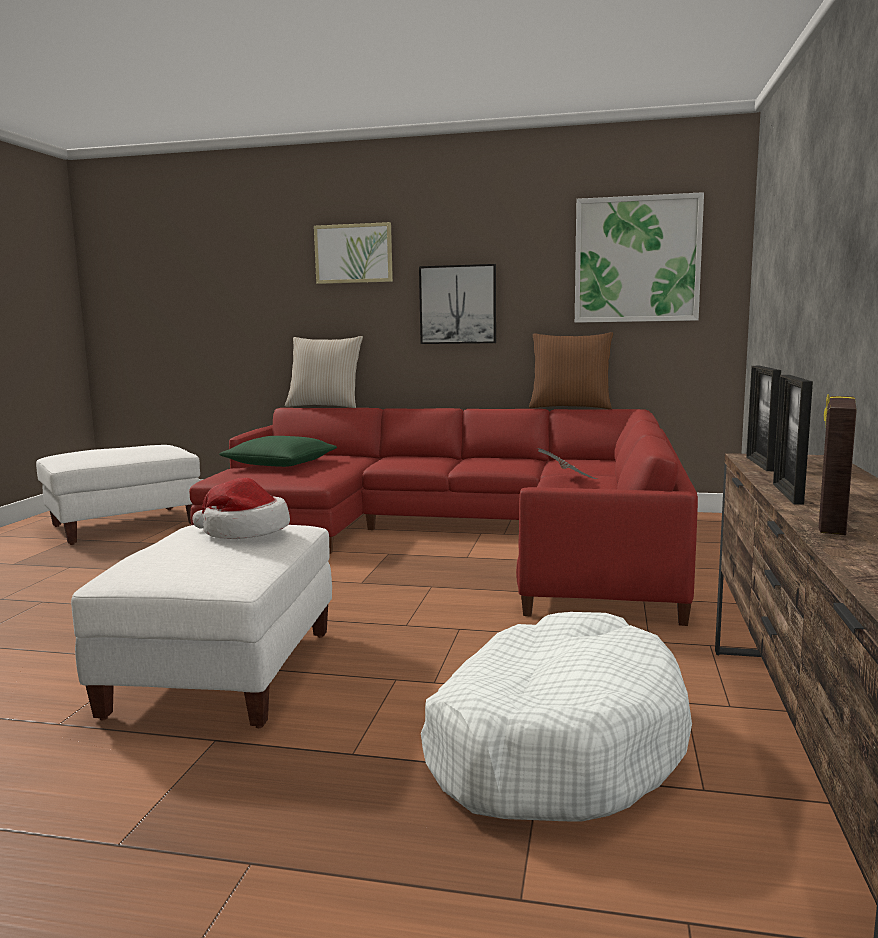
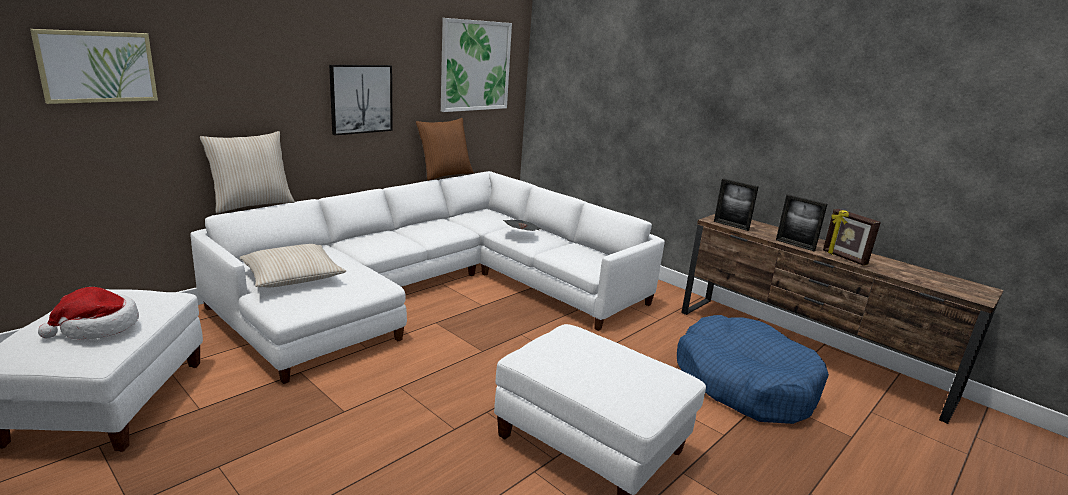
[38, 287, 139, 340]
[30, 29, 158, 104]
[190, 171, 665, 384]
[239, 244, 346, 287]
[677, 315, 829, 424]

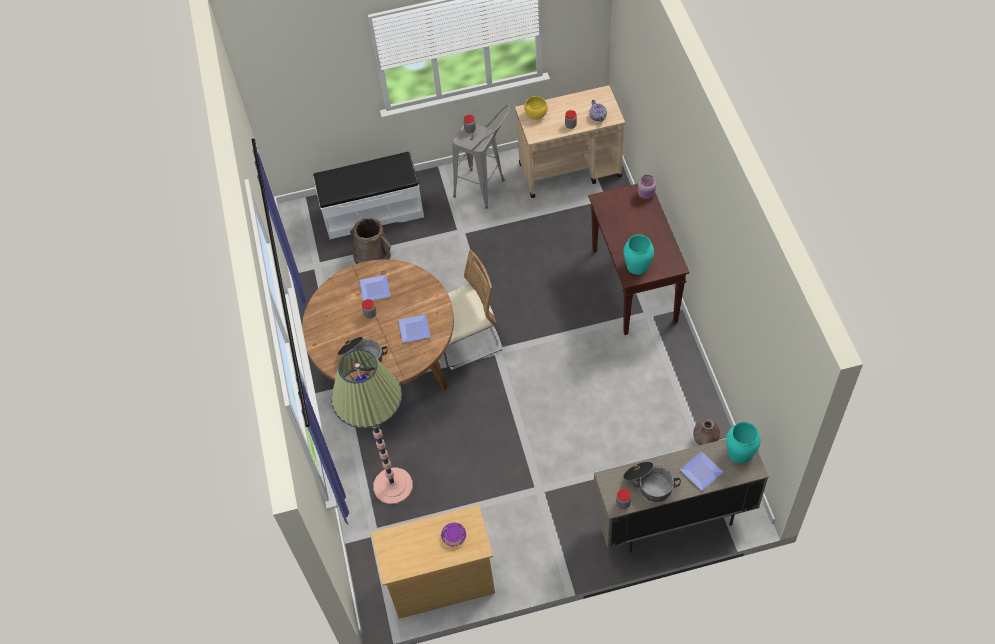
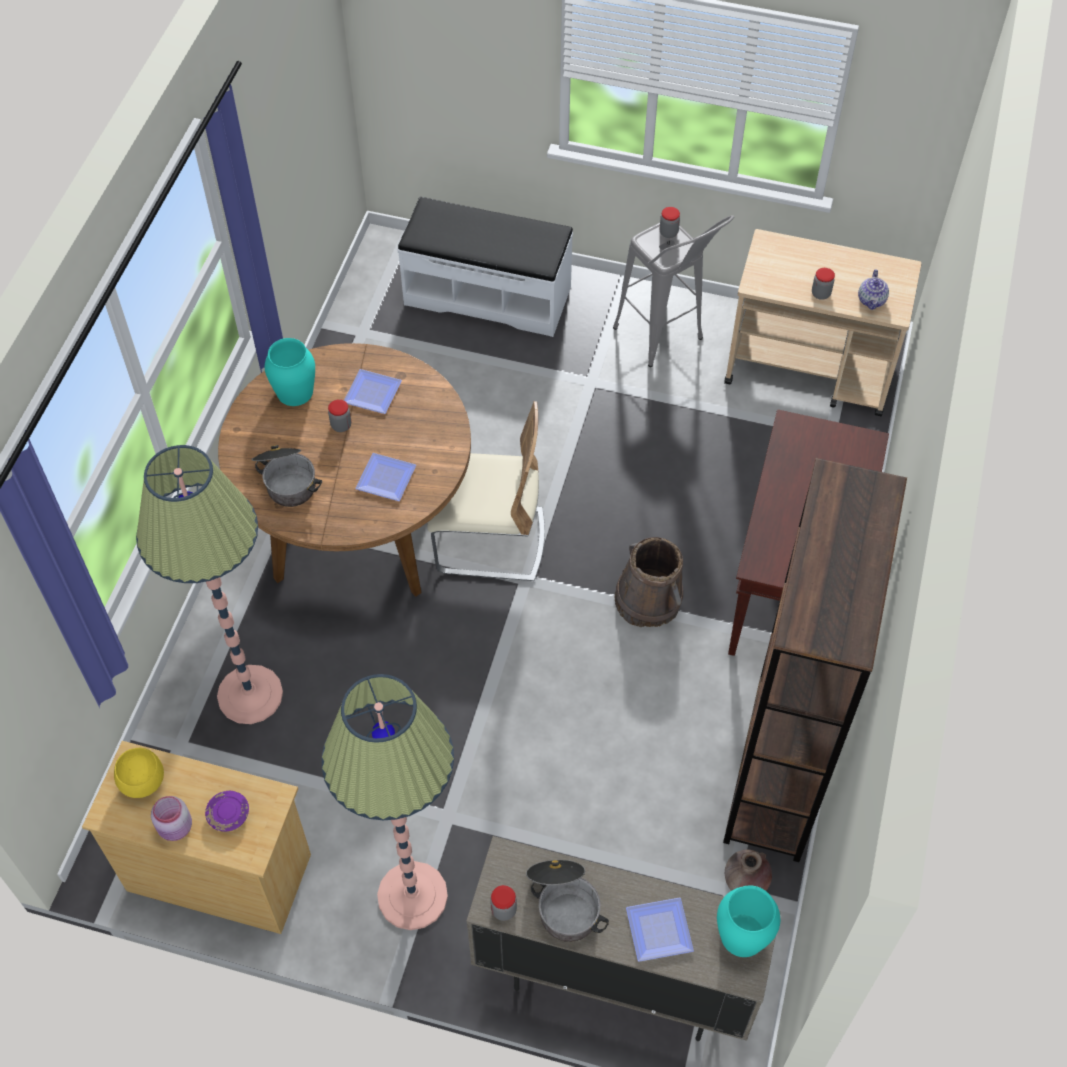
[322, 674, 454, 930]
[723, 458, 907, 862]
[615, 537, 683, 627]
[114, 748, 164, 798]
[265, 338, 315, 406]
[151, 796, 192, 841]

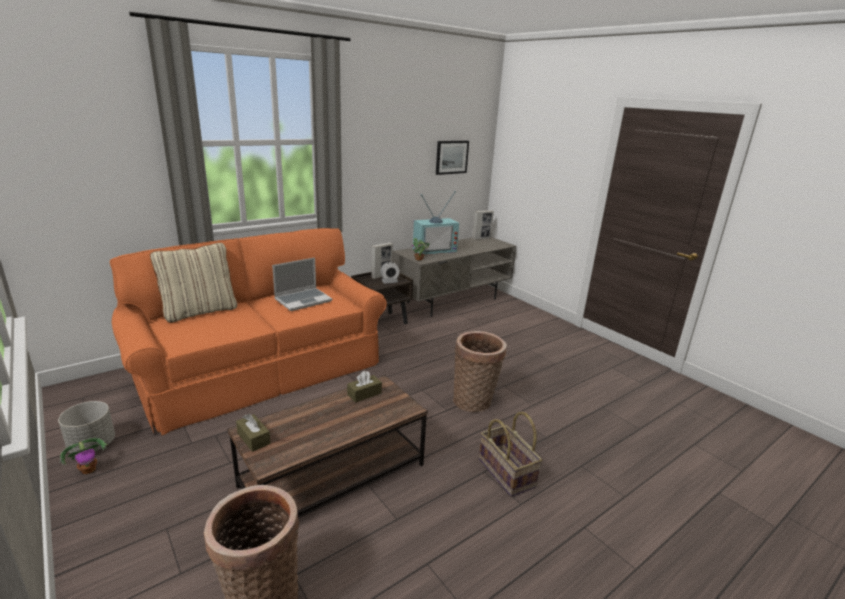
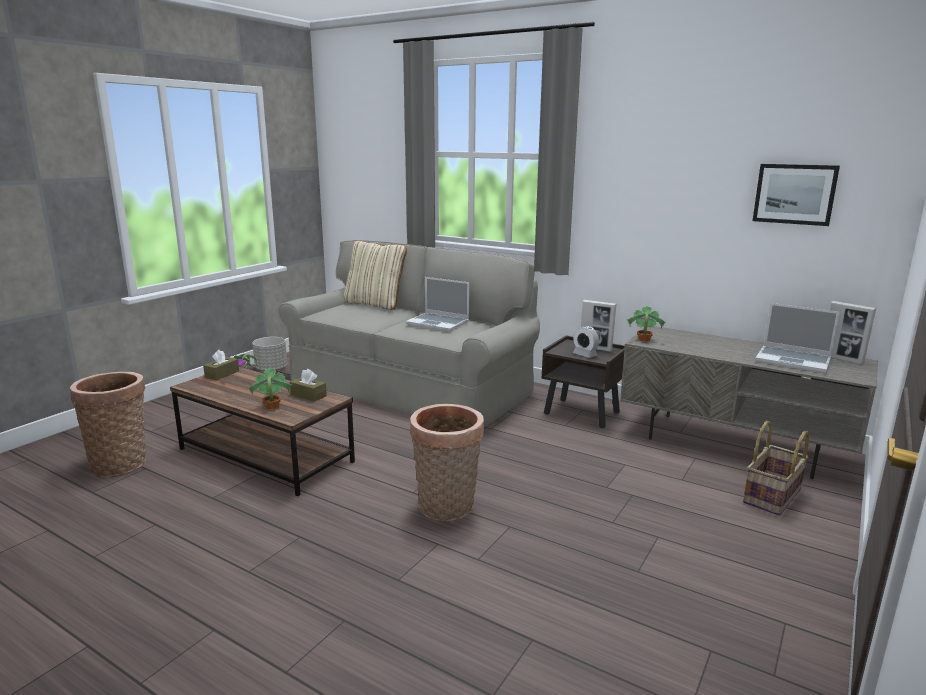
[413, 191, 459, 255] (first image)
[248, 368, 292, 410]
[755, 303, 840, 373]
[743, 421, 809, 516]
[279, 240, 540, 427]

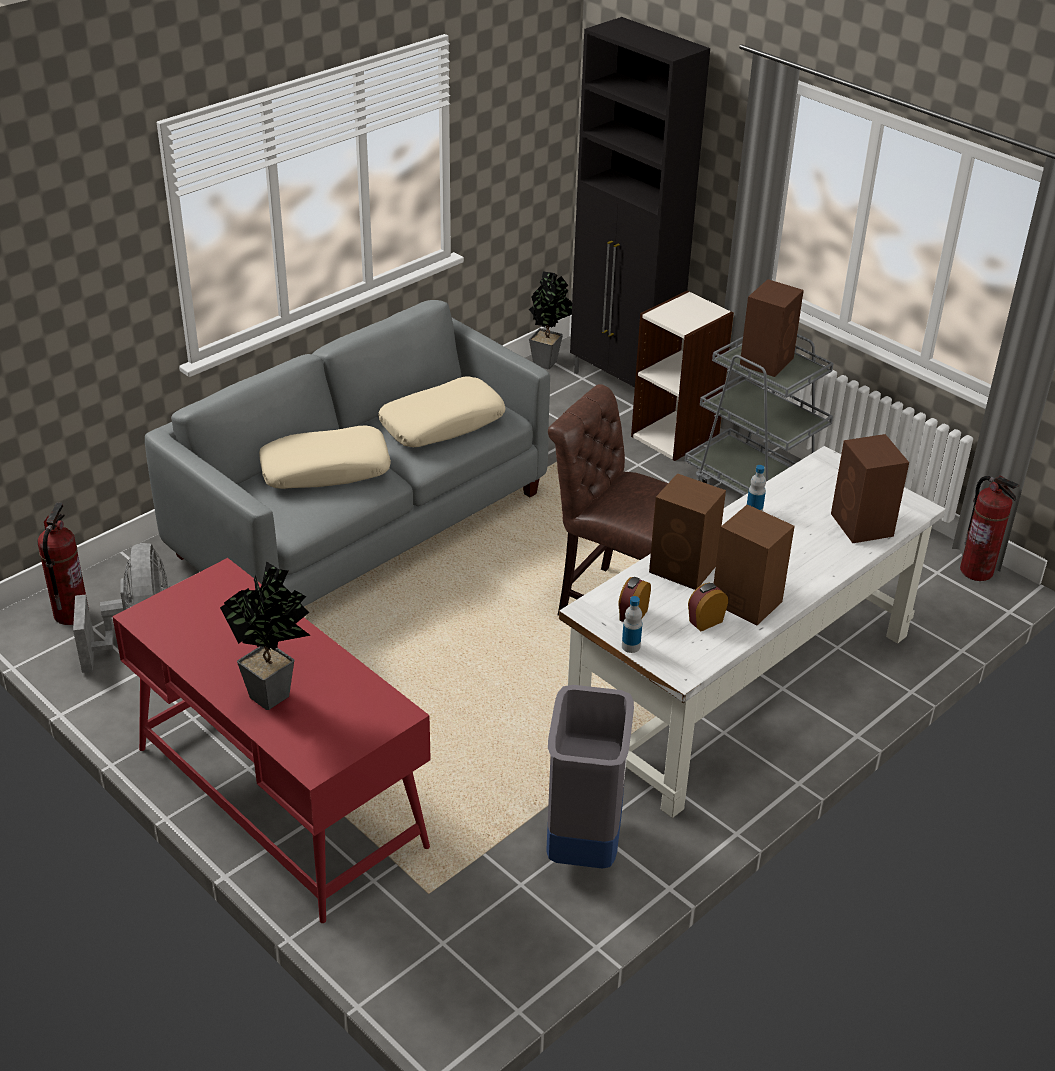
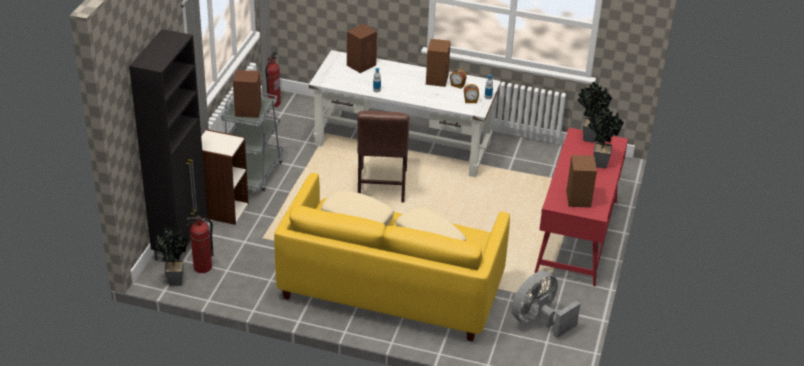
[547, 685, 634, 869] (first image)
[577, 82, 612, 143]
[186, 216, 214, 273]
[566, 155, 597, 208]
[274, 173, 510, 342]

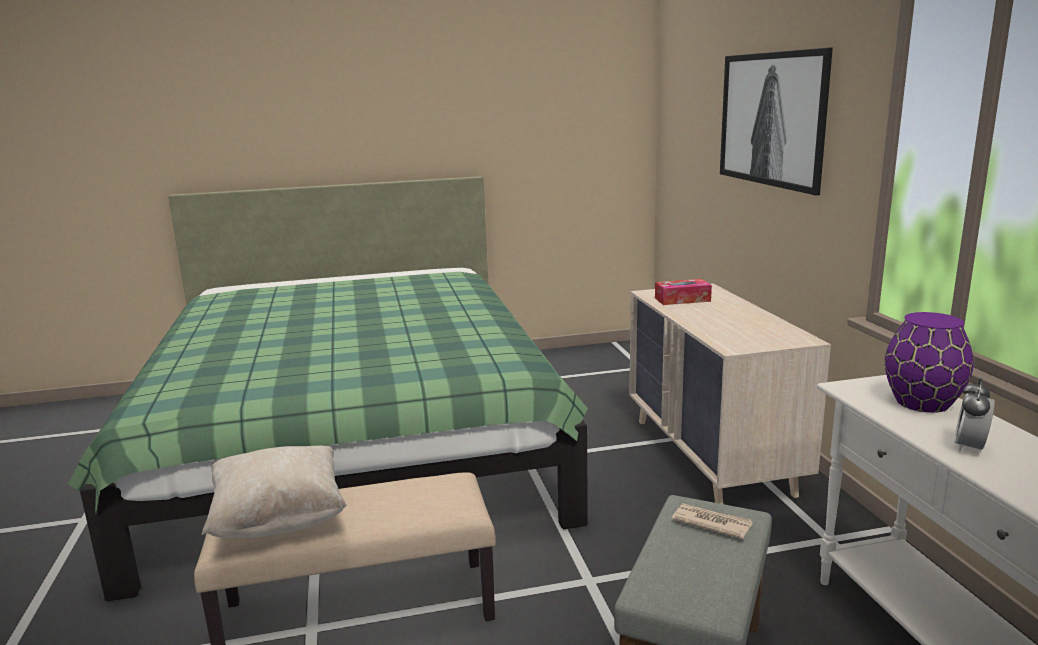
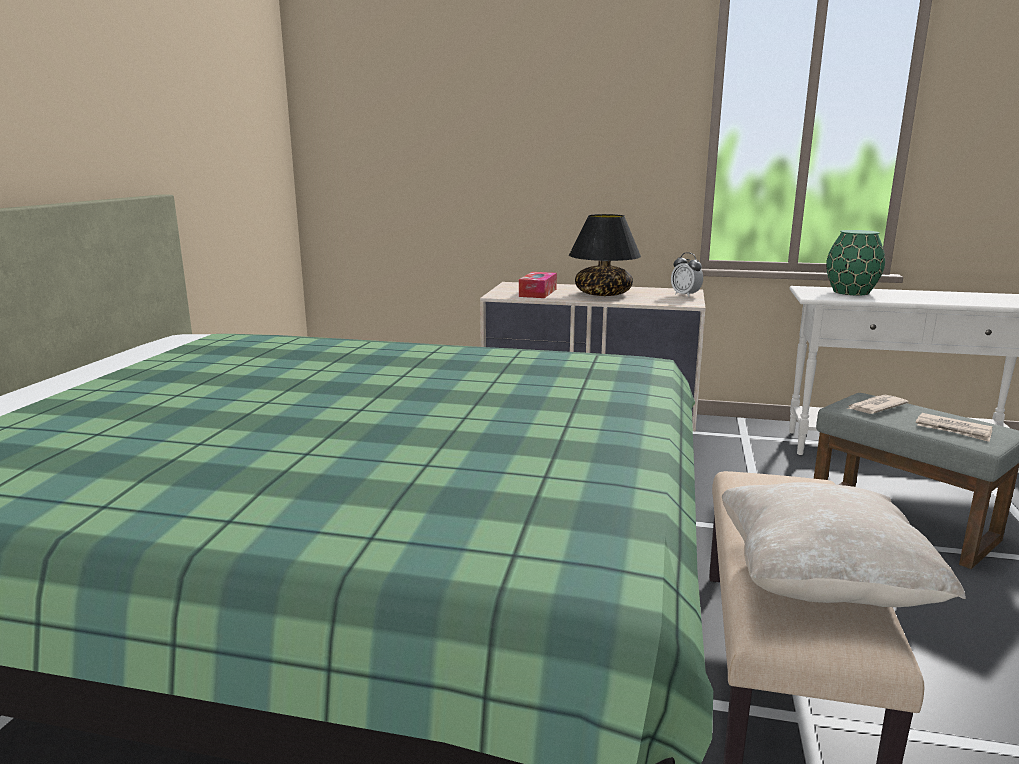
[720, 48, 833, 195] (first image)
[569, 214, 641, 296]
[916, 413, 993, 442]
[671, 252, 703, 297]
[826, 230, 885, 296]

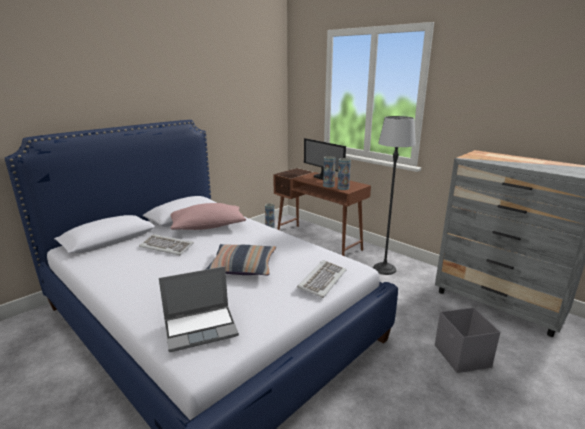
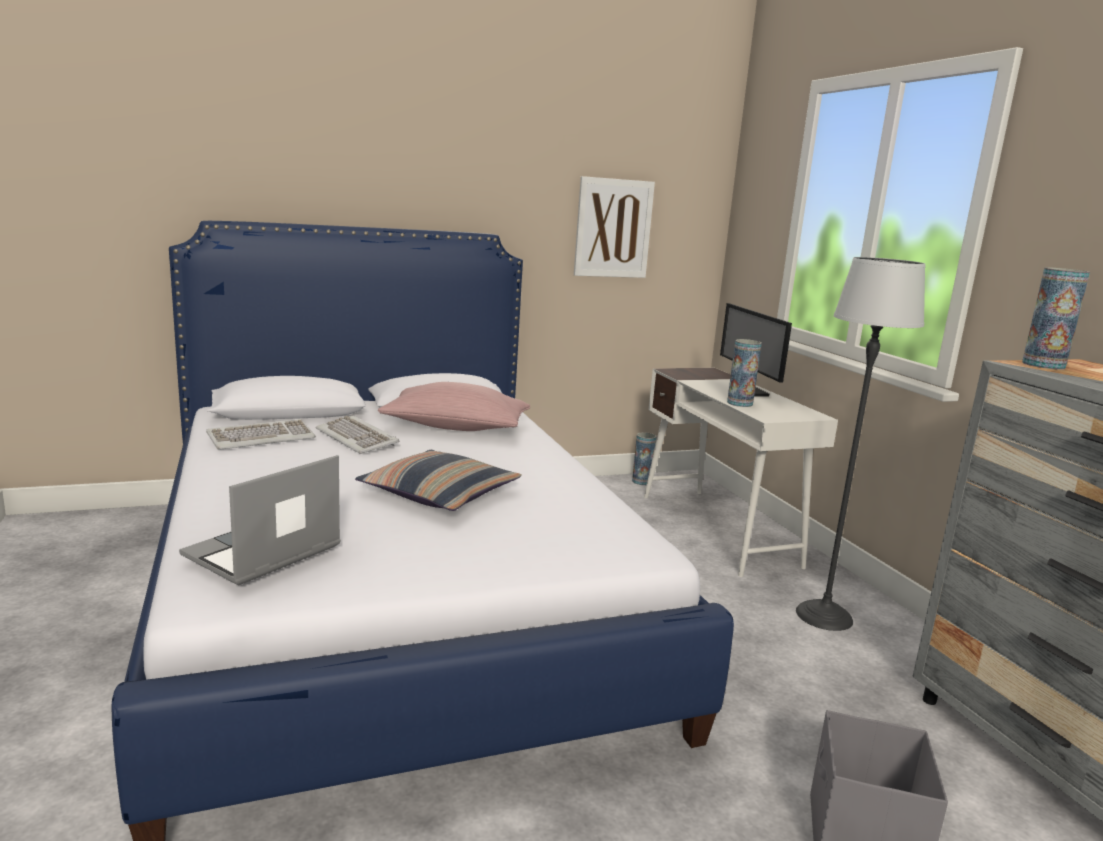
[574, 176, 655, 278]
[206, 419, 316, 450]
[1022, 267, 1090, 370]
[644, 368, 838, 577]
[179, 455, 341, 585]

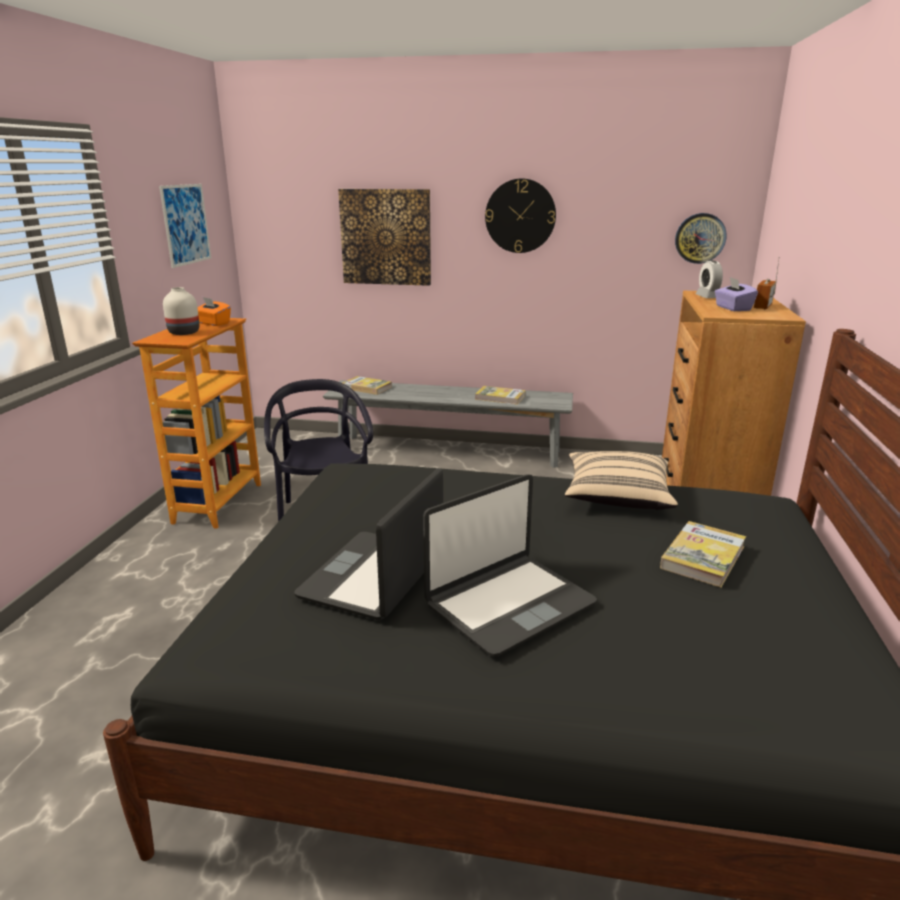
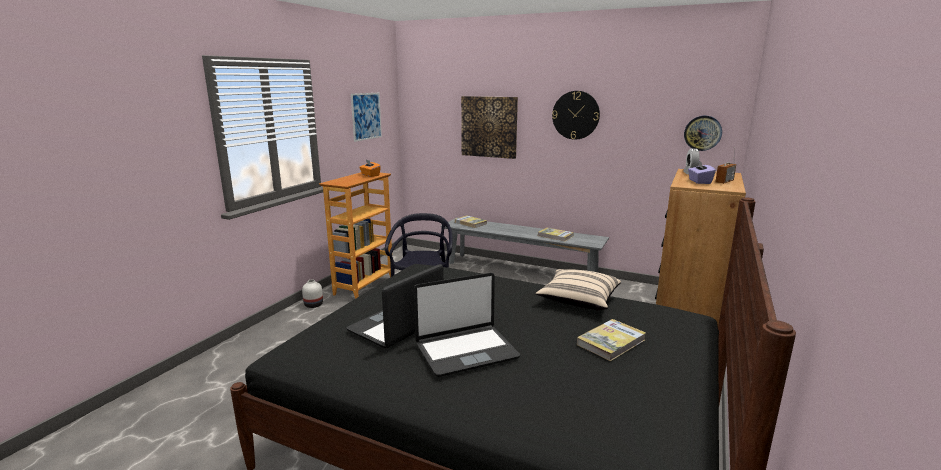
[302, 279, 323, 308]

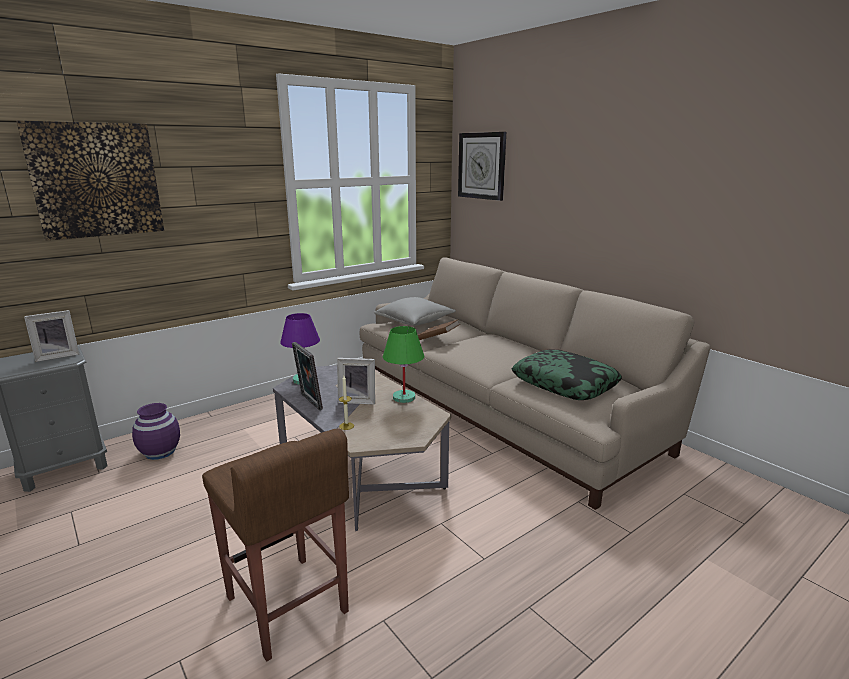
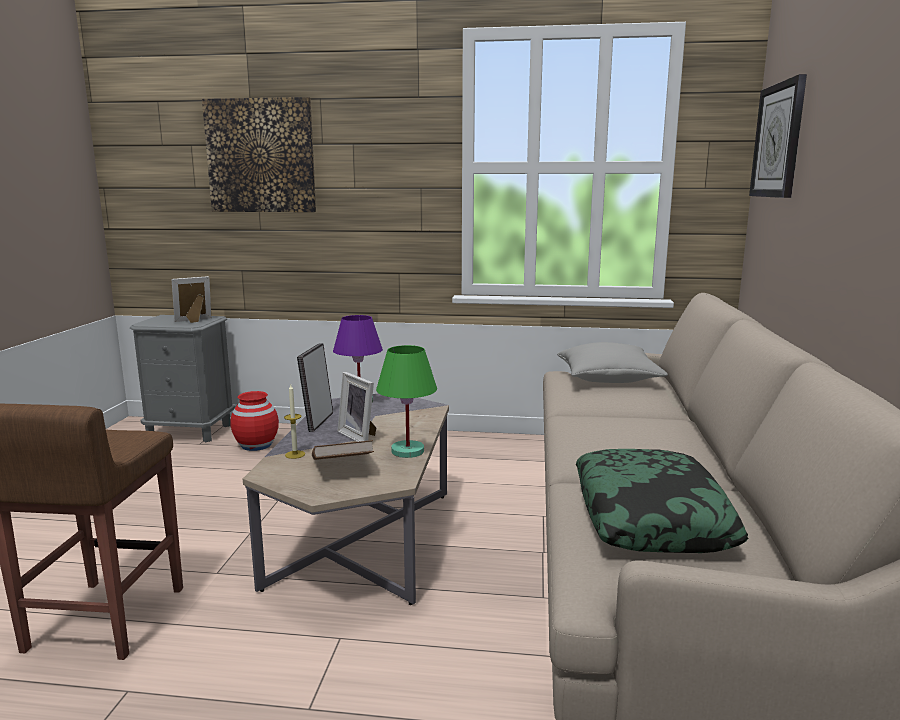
[312, 440, 374, 460]
[230, 391, 279, 451]
[171, 276, 211, 323]

